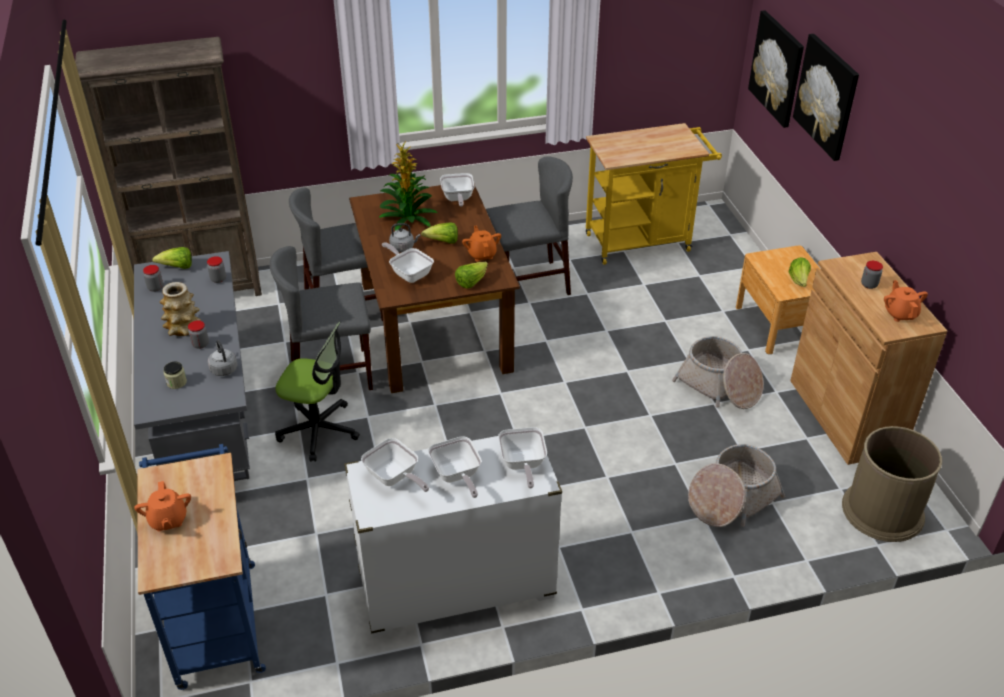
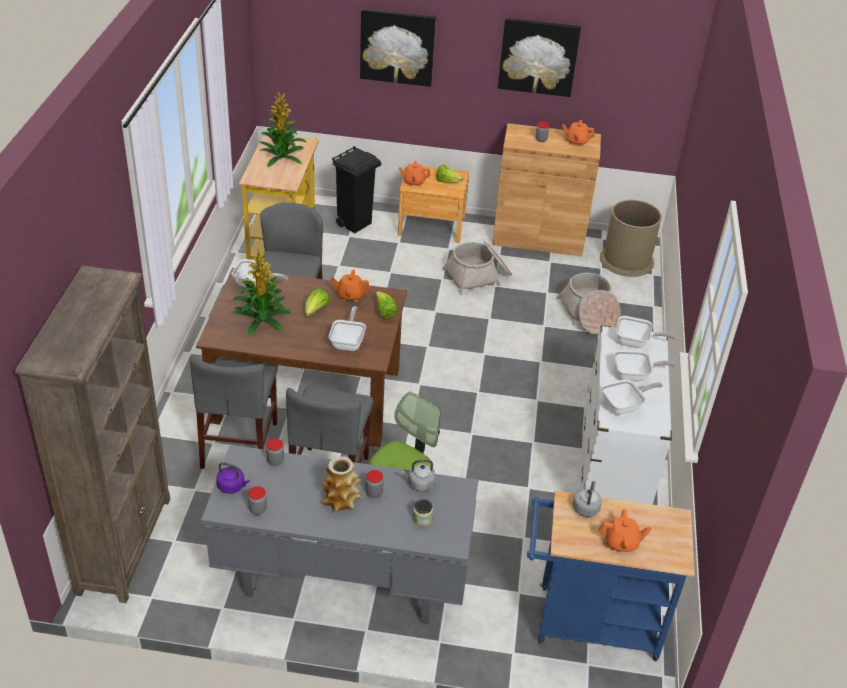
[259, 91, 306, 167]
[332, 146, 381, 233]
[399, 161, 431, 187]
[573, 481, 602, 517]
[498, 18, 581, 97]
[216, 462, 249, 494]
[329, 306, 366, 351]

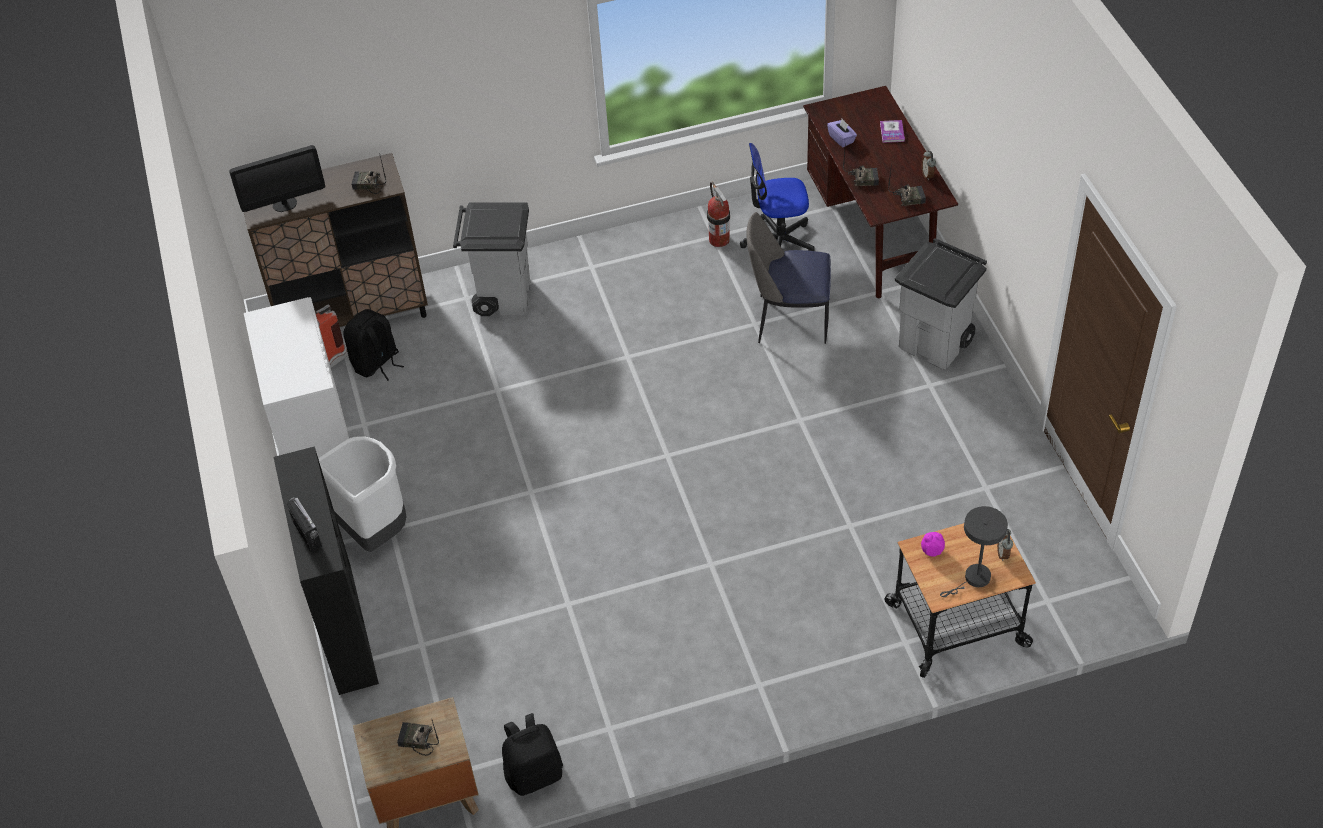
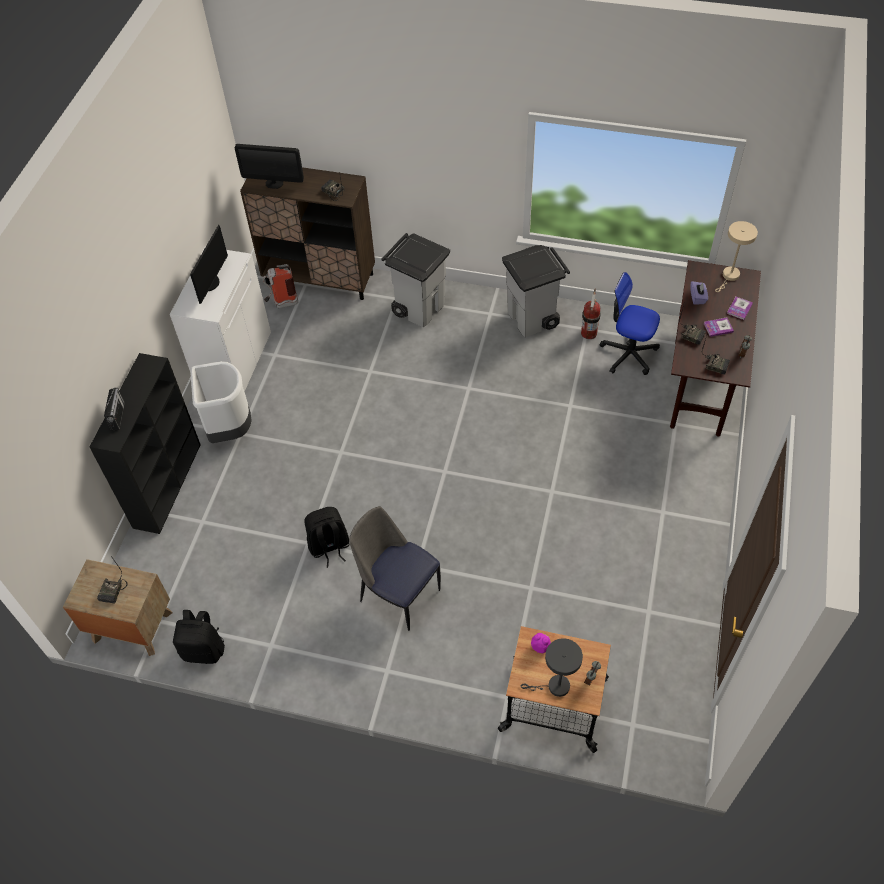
[190, 225, 228, 304]
[703, 317, 734, 337]
[715, 221, 758, 292]
[304, 507, 350, 568]
[349, 506, 441, 631]
[502, 245, 570, 337]
[97, 556, 127, 604]

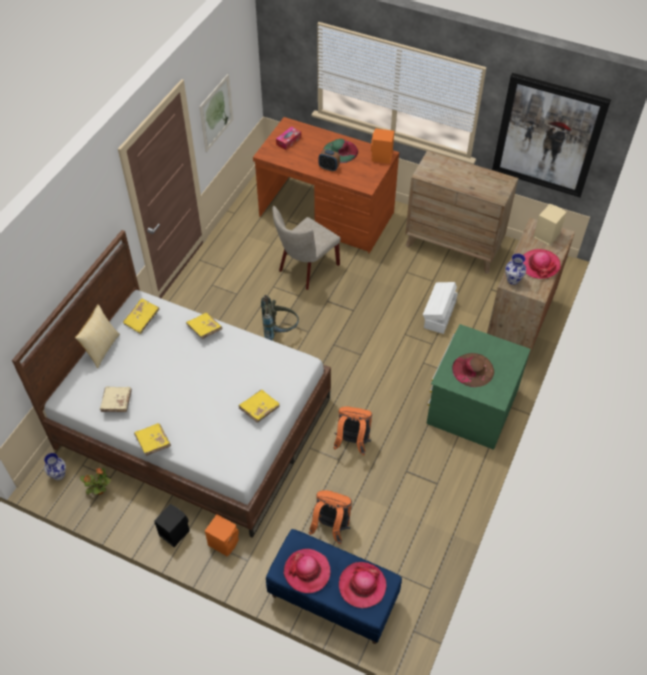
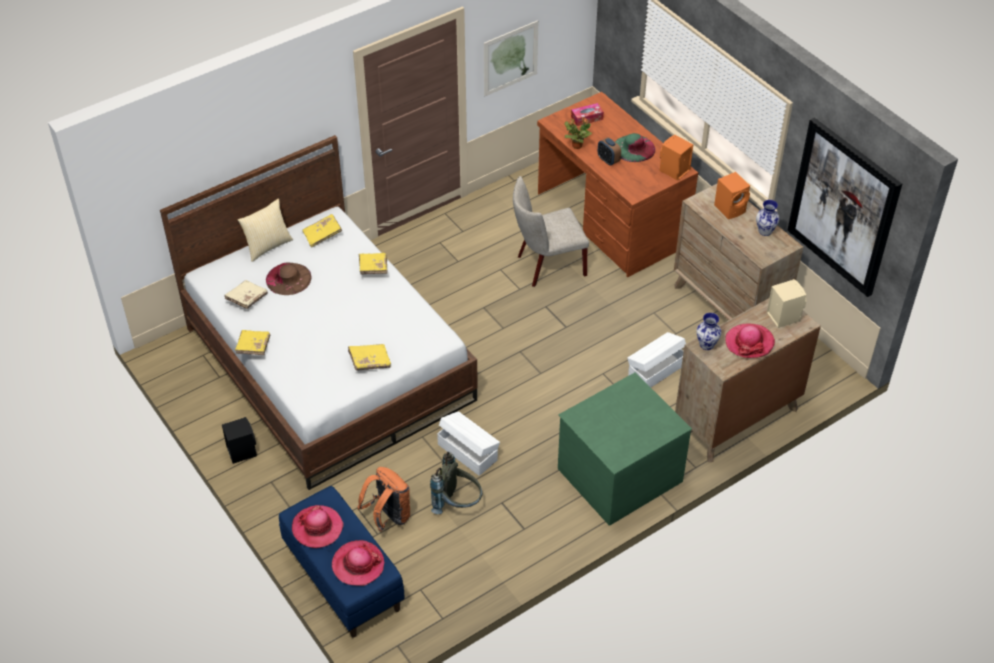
[756, 200, 779, 236]
[564, 117, 592, 149]
[714, 172, 750, 219]
[430, 452, 482, 514]
[266, 262, 312, 295]
[437, 411, 500, 476]

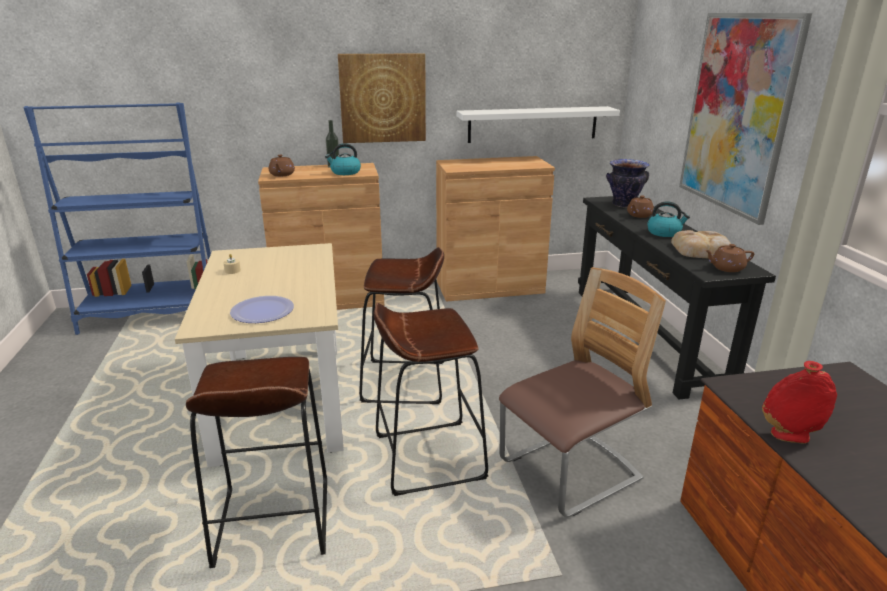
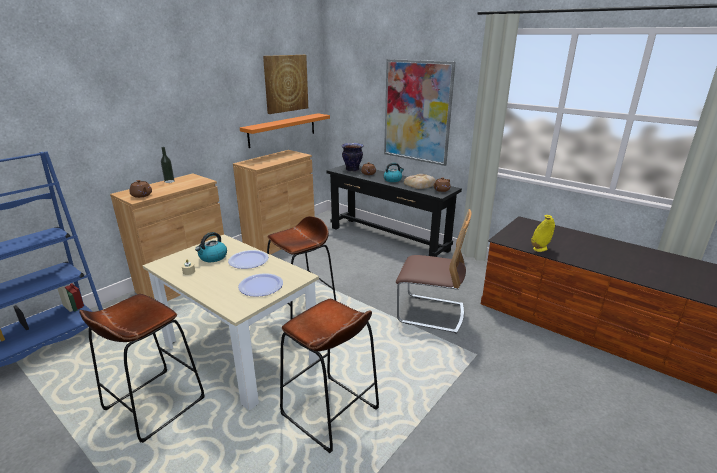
[228, 250, 269, 269]
[195, 232, 227, 262]
[263, 55, 308, 114]
[79, 294, 205, 443]
[240, 113, 330, 148]
[531, 215, 555, 252]
[396, 209, 471, 334]

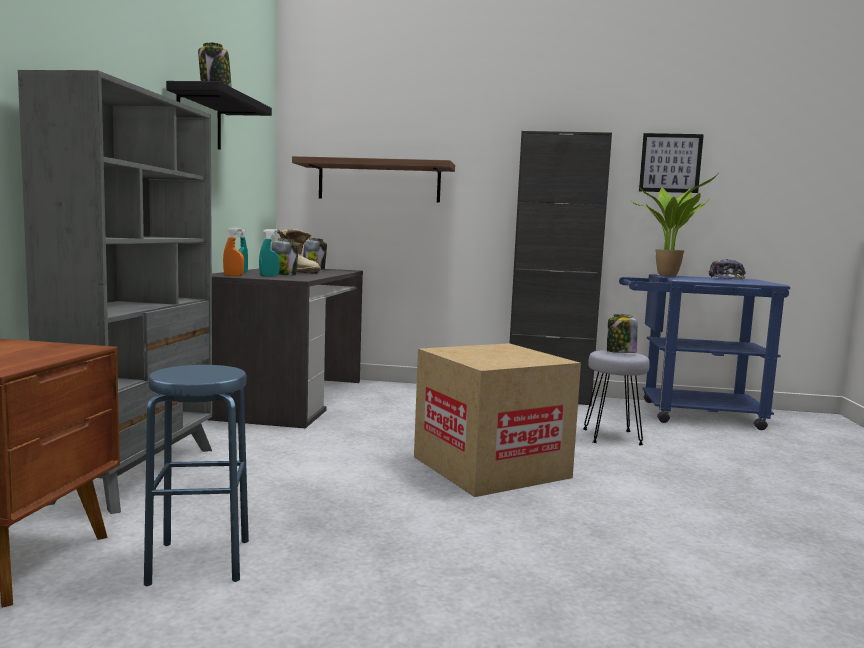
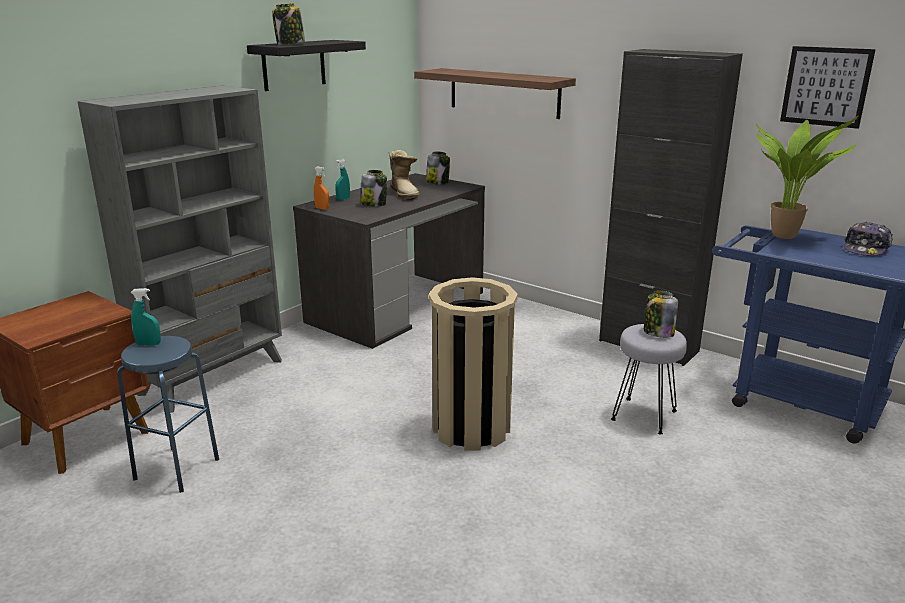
[131, 288, 161, 345]
[429, 277, 518, 451]

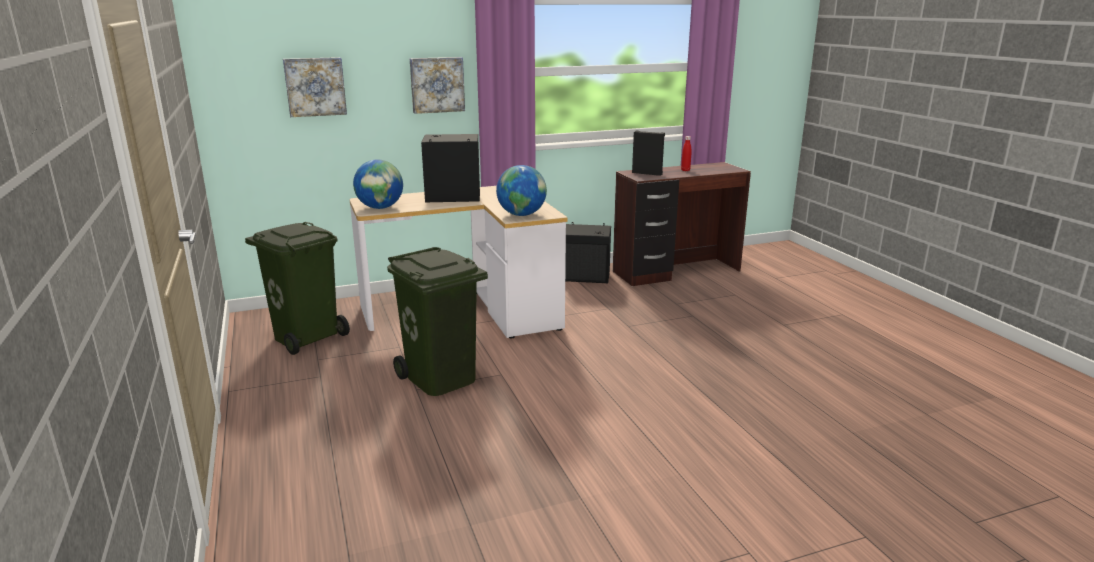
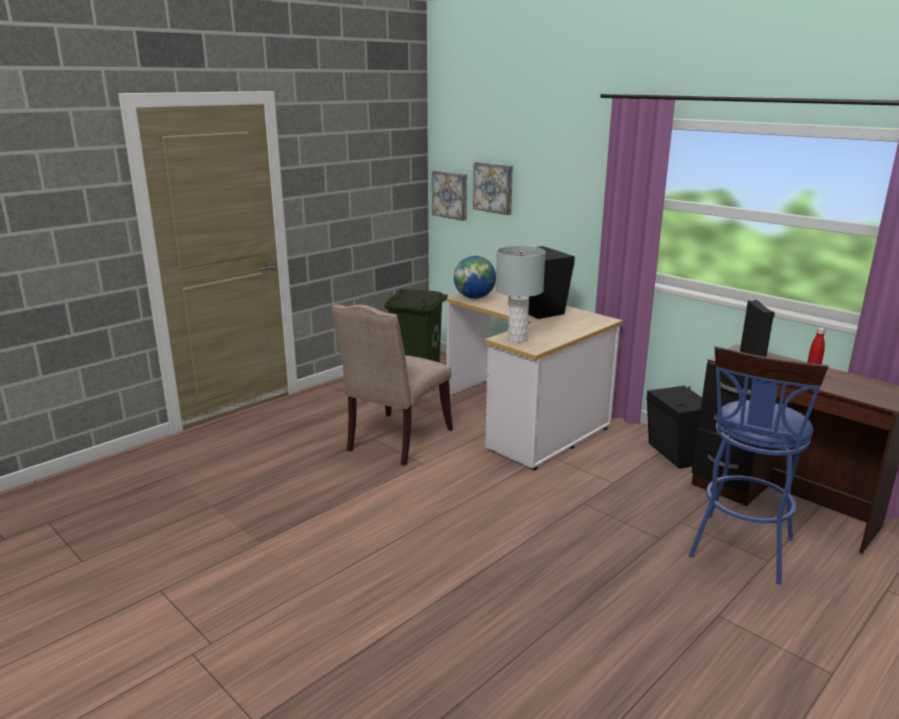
[689, 346, 828, 585]
[432, 170, 467, 221]
[331, 304, 453, 466]
[496, 246, 545, 342]

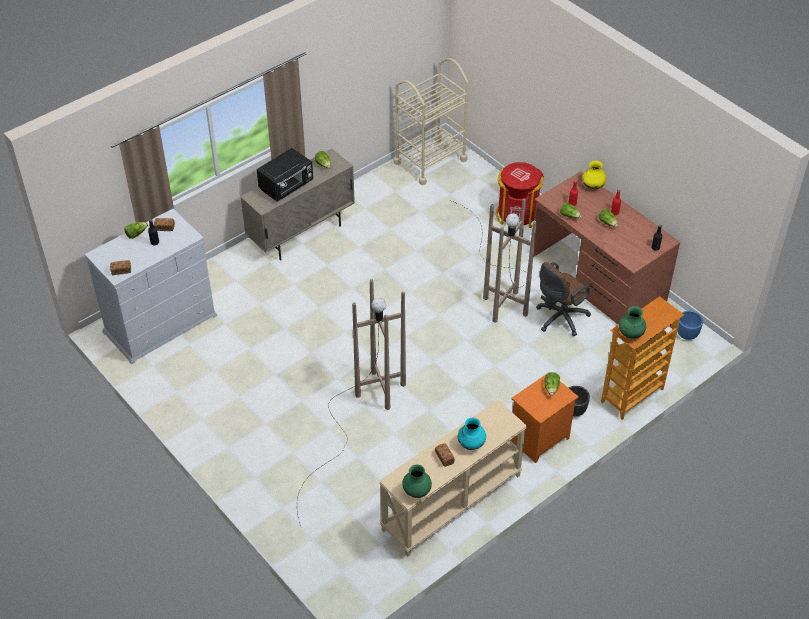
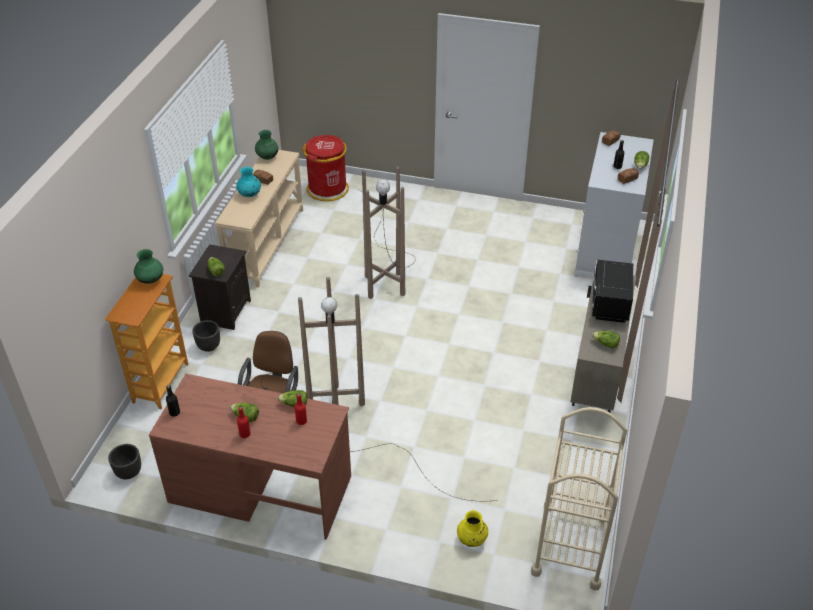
[302, 135, 349, 201]
[457, 510, 488, 547]
[189, 244, 251, 330]
[108, 444, 141, 479]

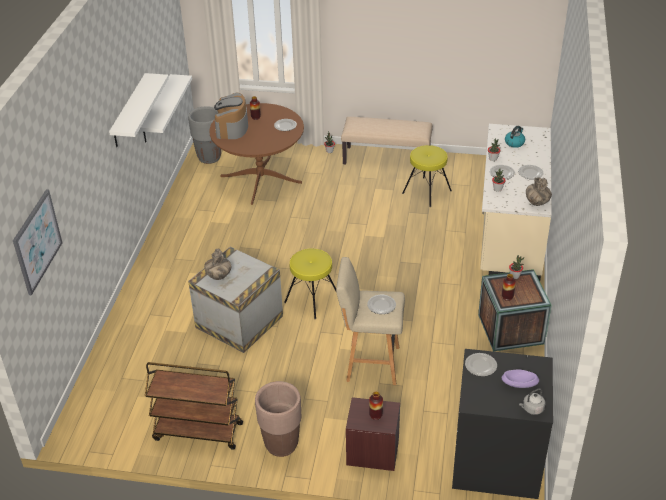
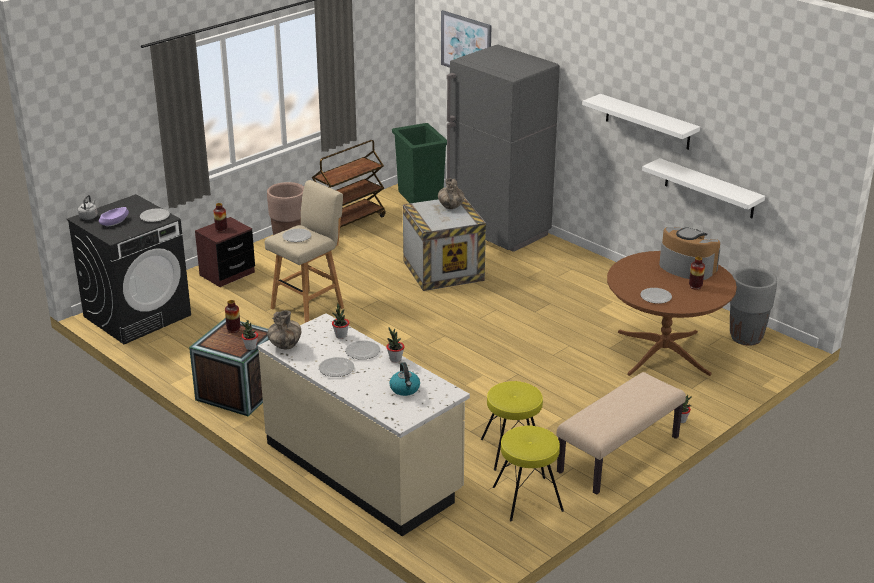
[392, 123, 447, 203]
[447, 44, 560, 252]
[493, 426, 564, 521]

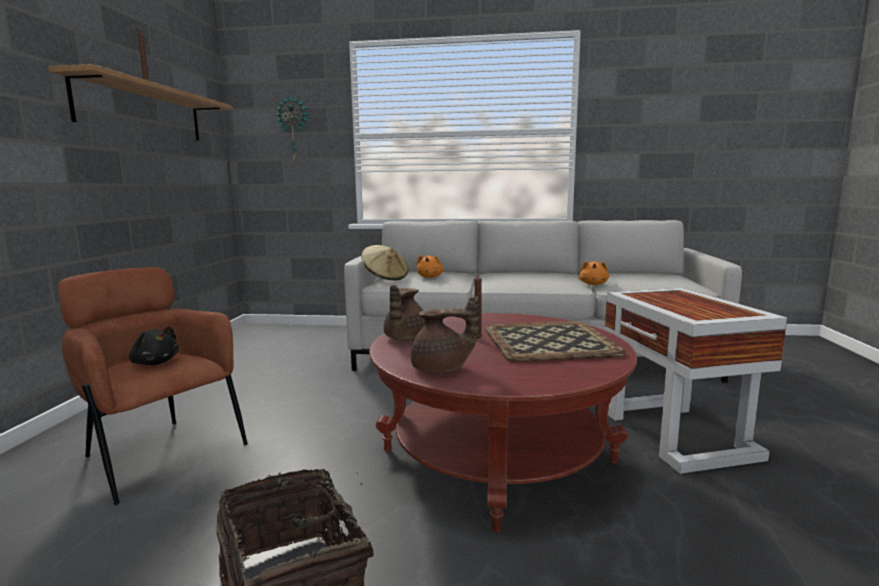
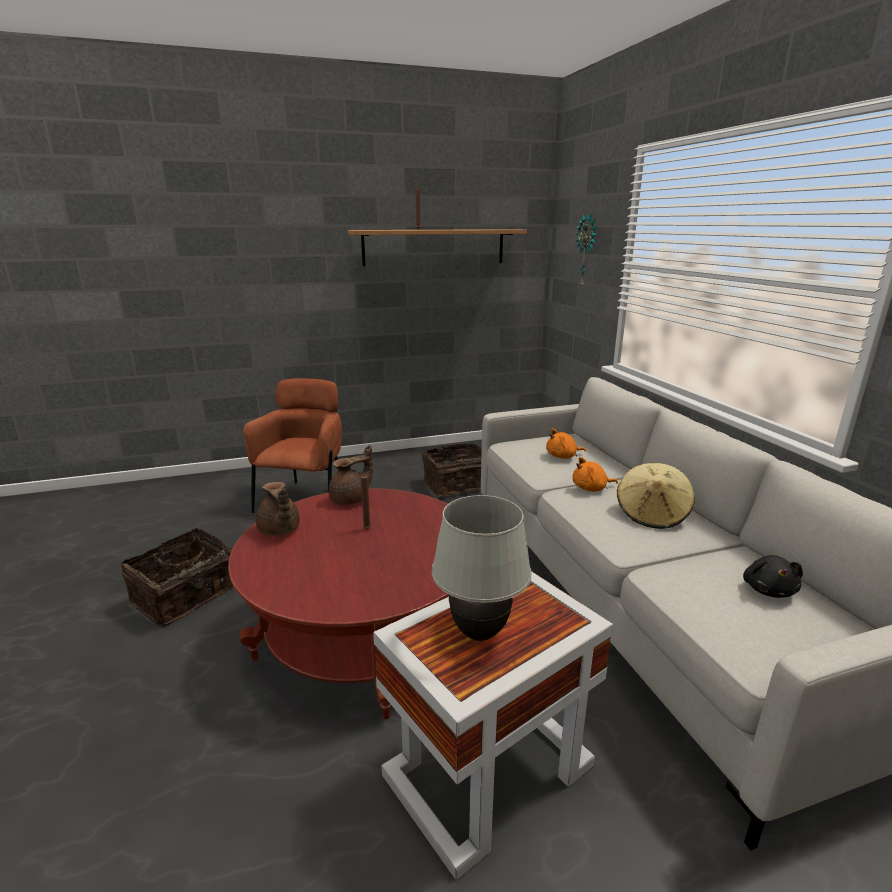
[485, 321, 626, 362] (first image)
[421, 444, 482, 496]
[432, 495, 531, 641]
[743, 555, 803, 598]
[617, 463, 695, 529]
[572, 457, 618, 492]
[329, 445, 373, 505]

